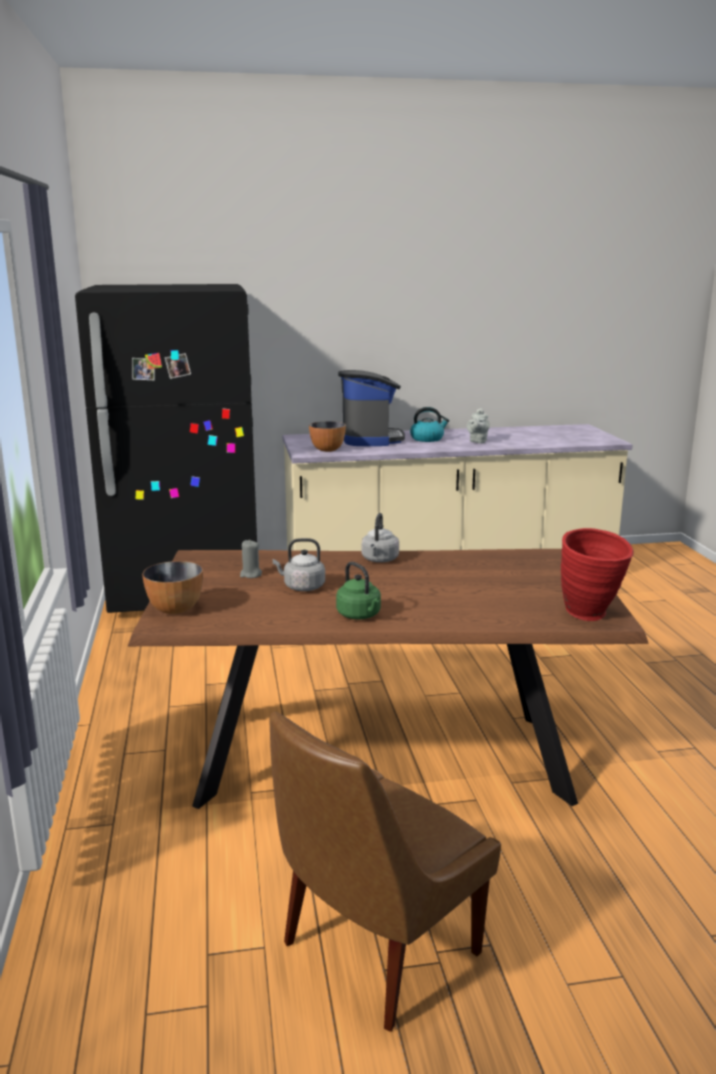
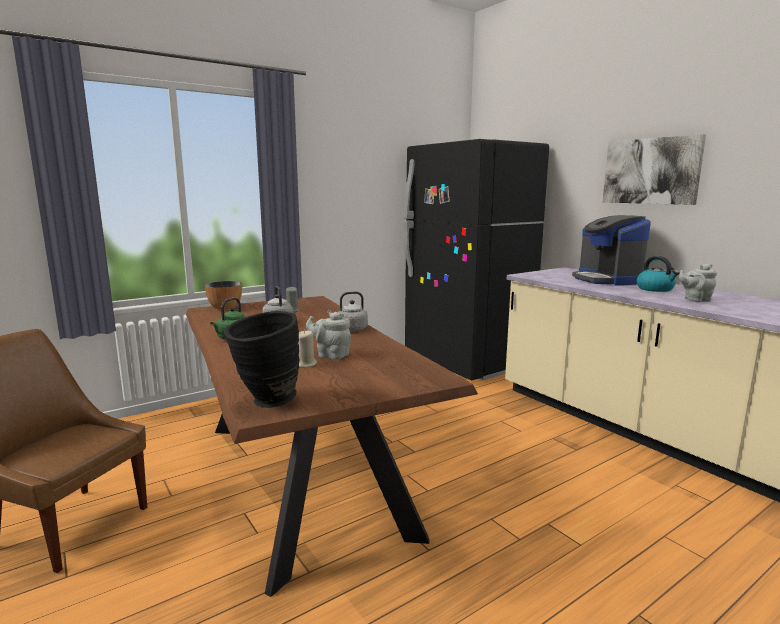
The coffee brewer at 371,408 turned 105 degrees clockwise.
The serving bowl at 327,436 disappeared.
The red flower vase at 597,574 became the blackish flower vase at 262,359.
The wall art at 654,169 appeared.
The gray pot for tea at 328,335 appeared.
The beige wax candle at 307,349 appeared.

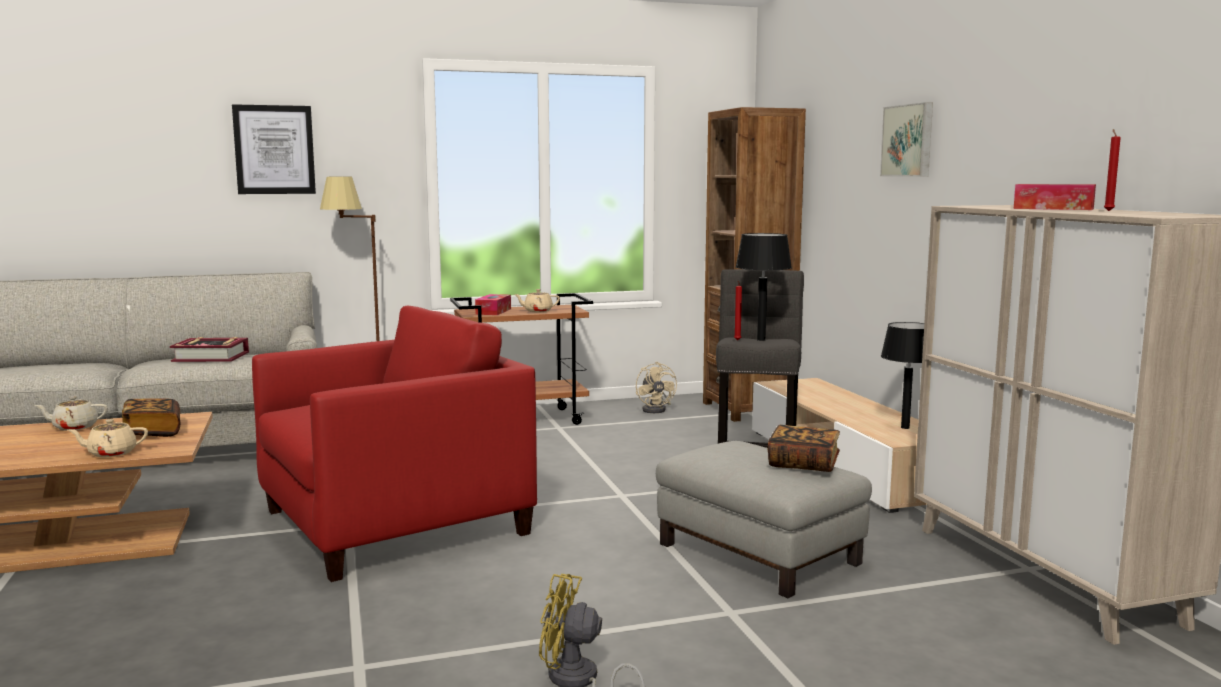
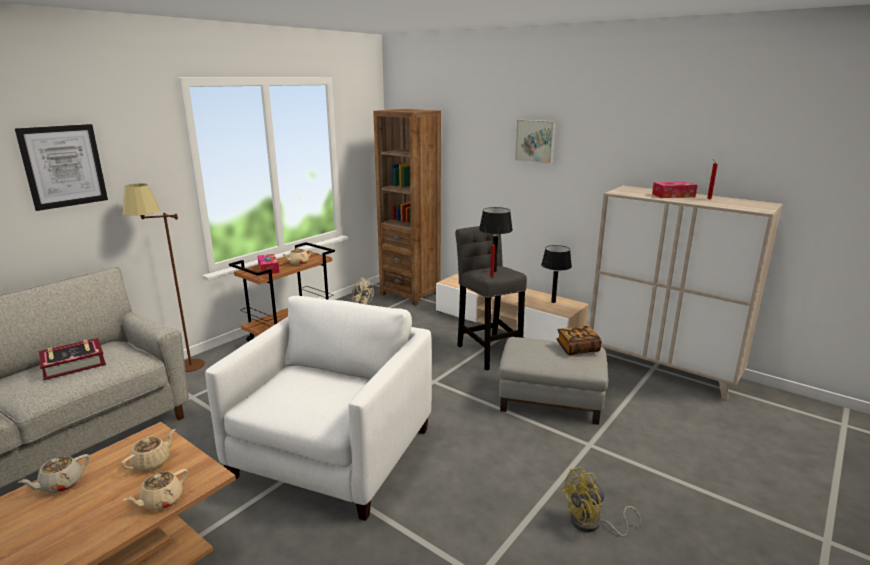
The red armchair at 394,444 became the white armchair at 318,408.
The book at 151,417 was replaced by the beige pot for tea at 148,450.

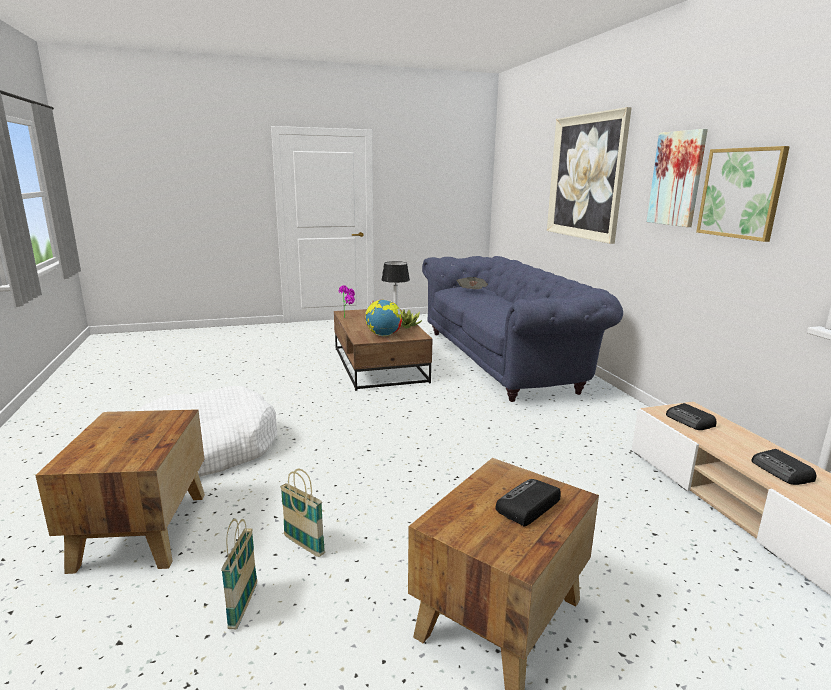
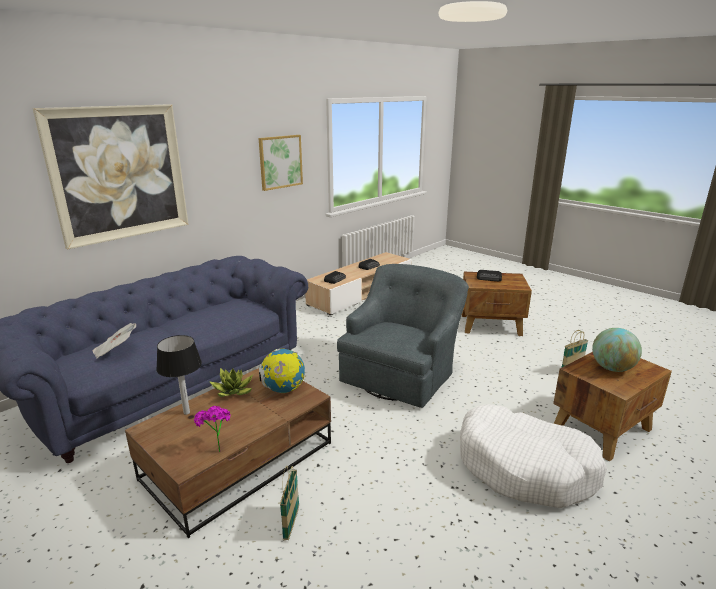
The wall art at 677,178 disappeared.
The storage basket moved from 302,513 to 289,503.
The gray armchair at 403,336 appeared.
The desk globe at 617,350 appeared.

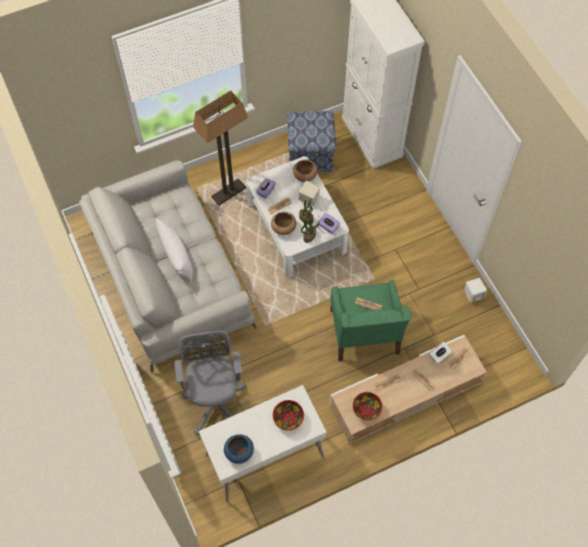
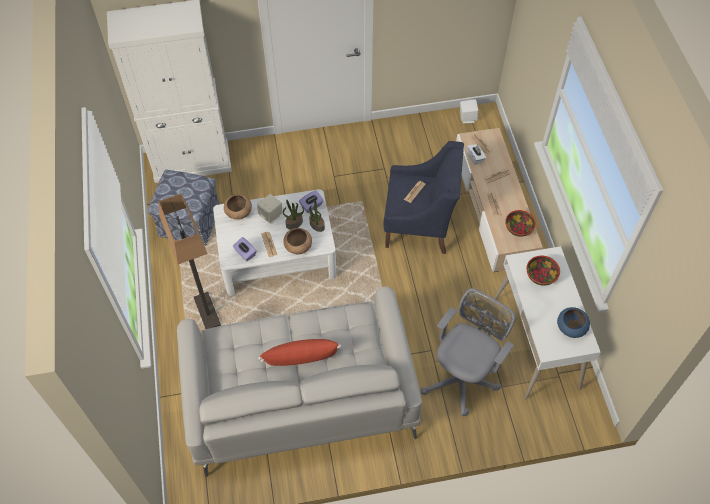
The white cushion at 174,250 became the red cushion at 300,352.
The white audio speaker moved from 475,290 to 469,111.
The greenish armchair at 370,320 became the bluish armchair at 423,197.
The gray desk chair at 210,383 turned 120 degrees clockwise.

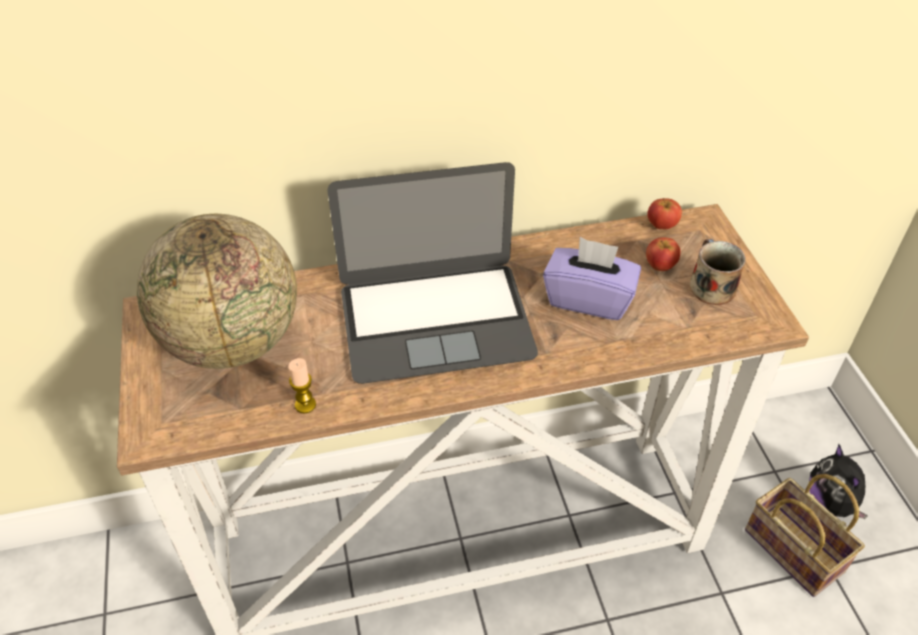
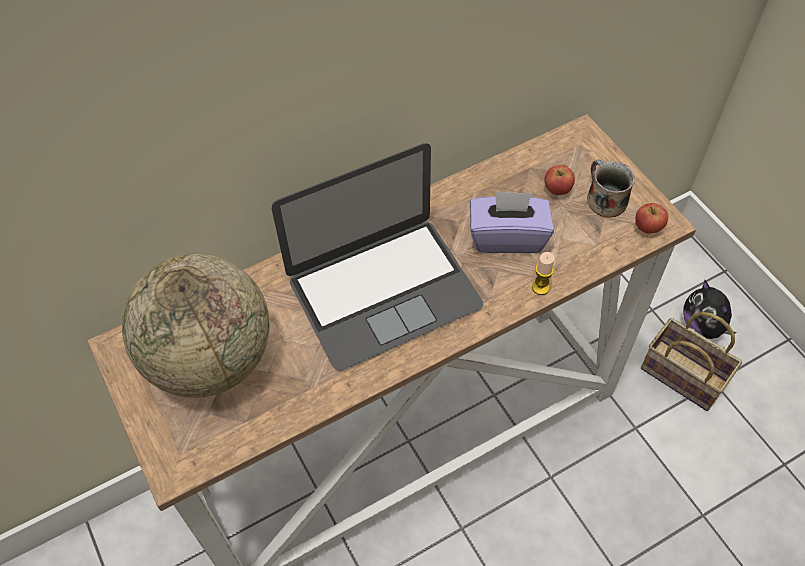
The whole apple moved from 664,213 to 651,218.
The wax candle moved from 302,386 to 543,273.

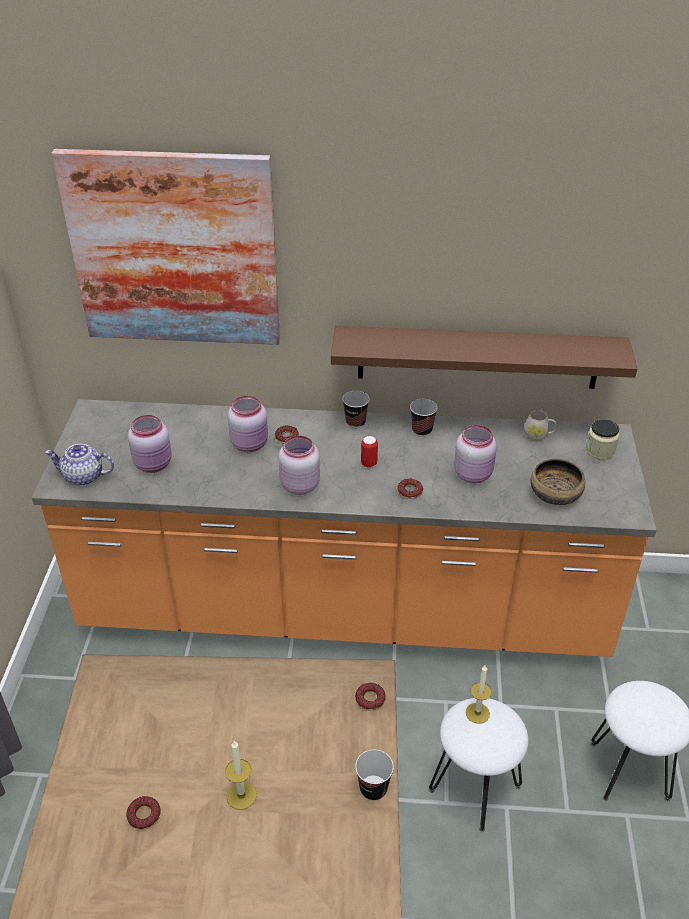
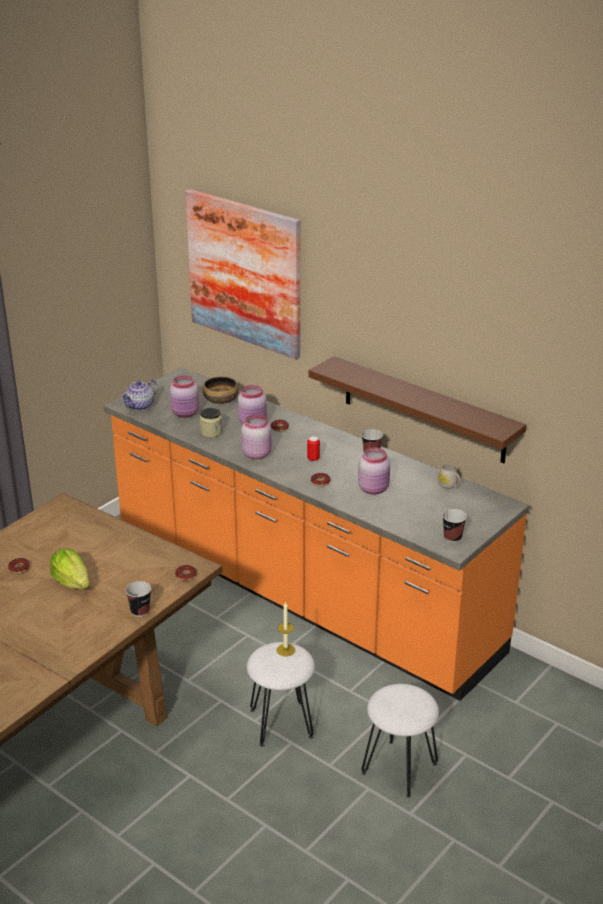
The small cup moved from 356,409 to 454,526.
The storage jar moved from 602,439 to 211,423.
The pot for tea at 79,465 turned 90 degrees counterclockwise.
The serving bowl moved from 557,482 to 221,390.
The wax candle at 241,775 was replaced by the lettuce head at 69,568.

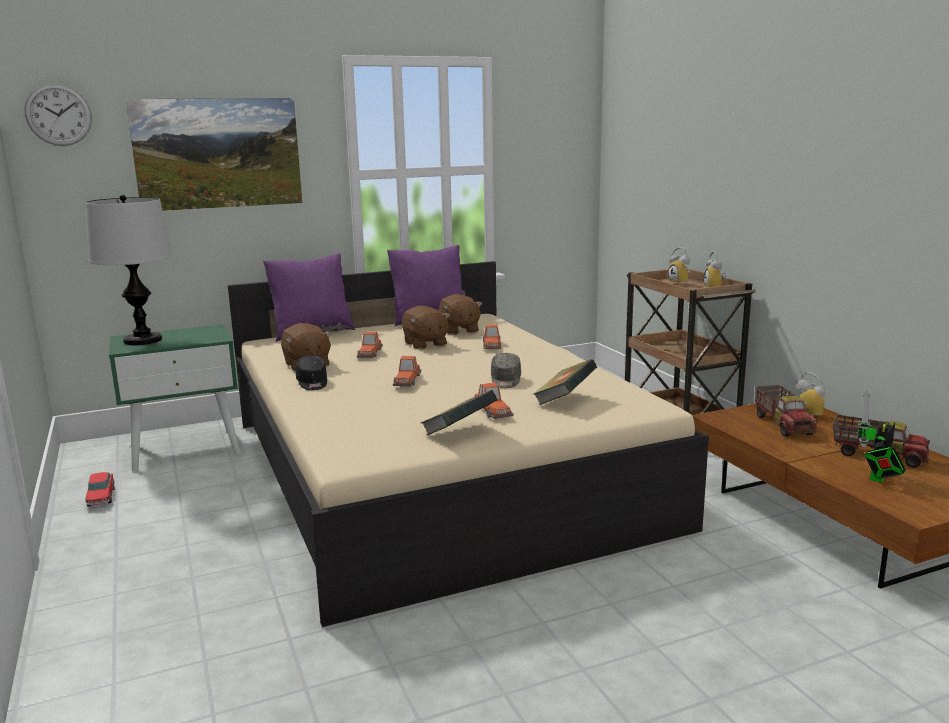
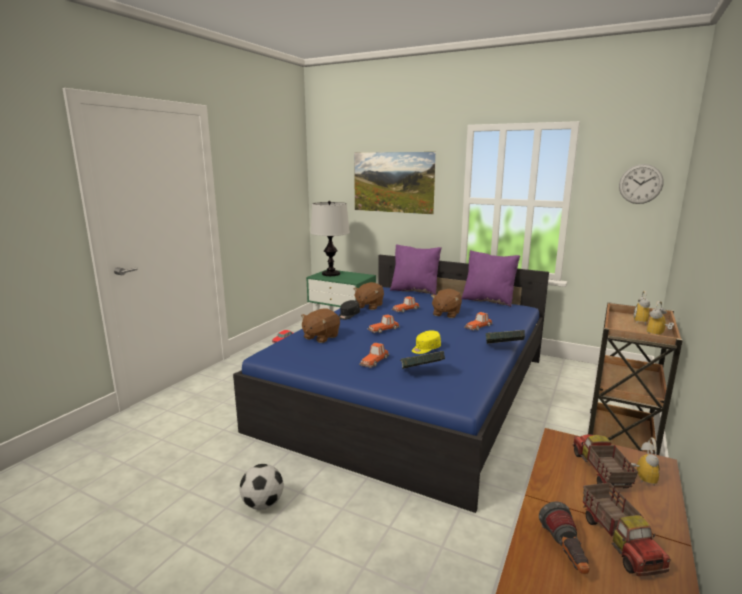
The hanging clock moved from 58,114 to 641,184.
The beige sleeping bed at 468,444 became the bluish sleeping bed at 391,384.
The brown-coloured soft toy moved from 461,314 to 320,325.
The gray peaked cap at 506,370 became the yellowish peaked cap at 426,342.
The model truck at 786,411 turned 135 degrees clockwise.
The book moved from 459,412 to 505,337.
The toy robot at 881,437 was replaced by the hand torch at 564,537.
The football at 261,487 appeared.

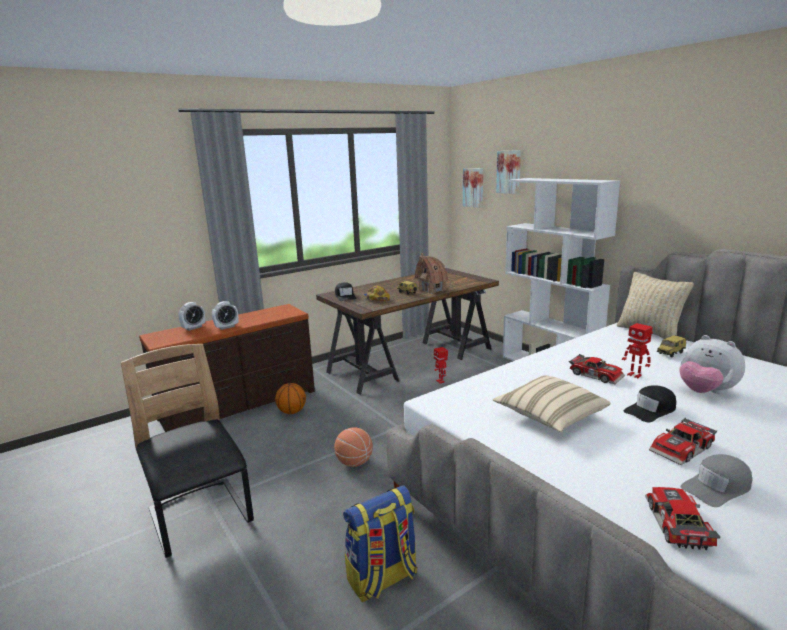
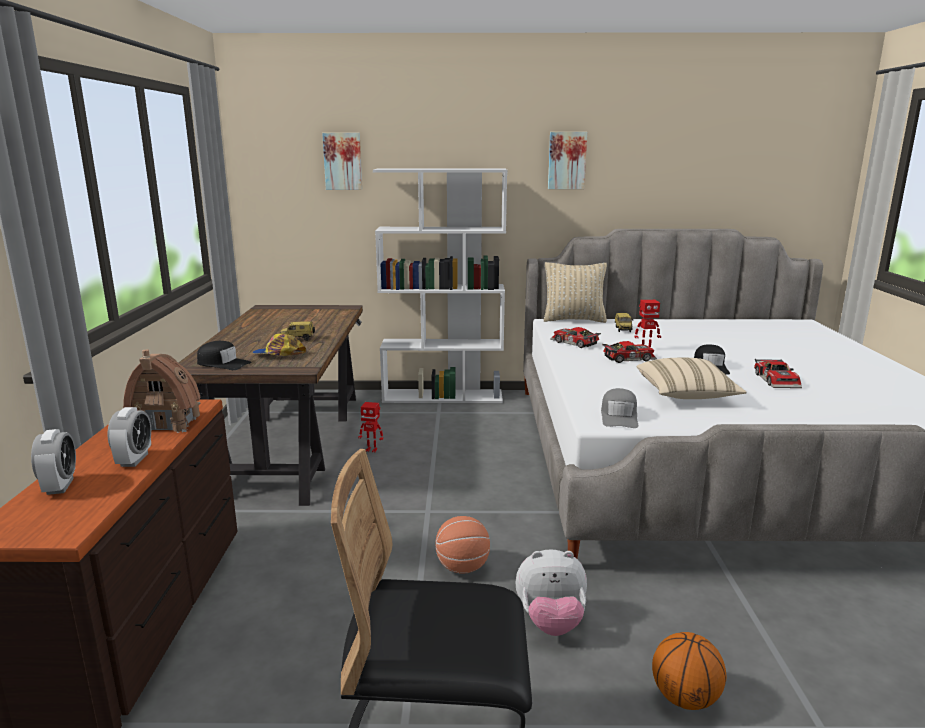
The wall art moved from 473,188 to 567,160.
The model house moved from 431,273 to 162,391.
The soft toy moved from 712,364 to 551,592.
The basketball ball moved from 290,398 to 689,671.
The gray peaked cap moved from 716,480 to 619,408.
The knapsack at 380,543 disappeared.
The model car moved from 682,518 to 575,337.

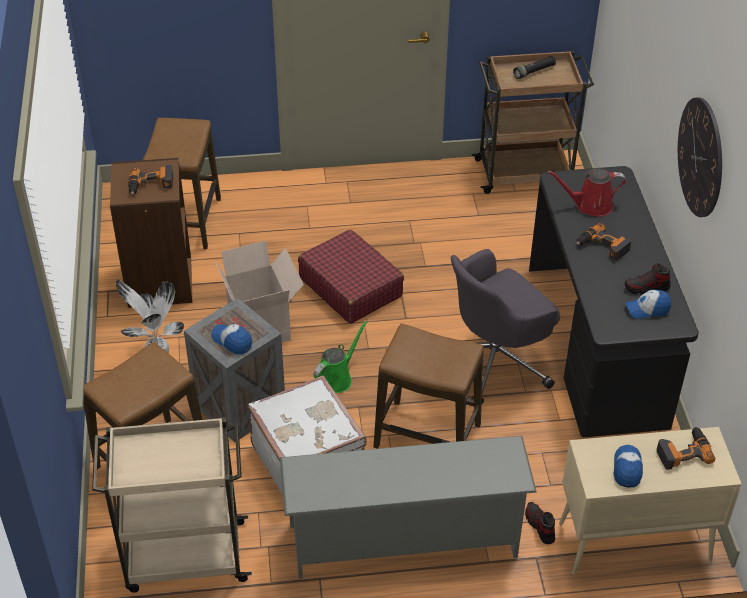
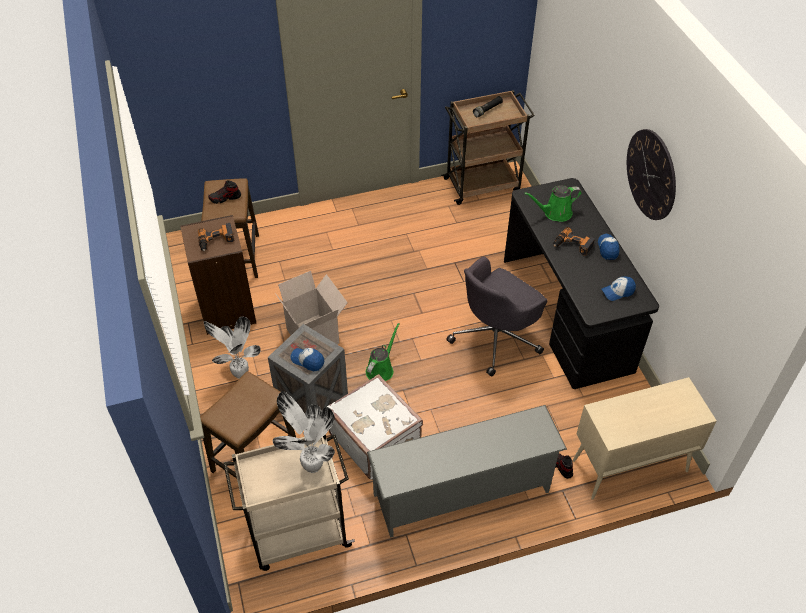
The red sprinkling can at 586,193 became the greenish sprinkling can at 553,203.
The red piece of luggage at 351,276 disappeared.
The low shoe moved from 648,278 to 224,192.
The stool at 429,386 disappeared.
The power drill at 685,448 disappeared.
The peaked cap moved from 628,466 to 609,247.
The potted plant at 304,432 appeared.

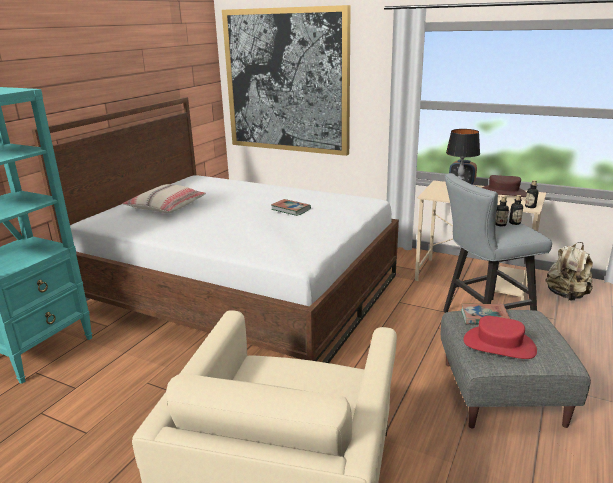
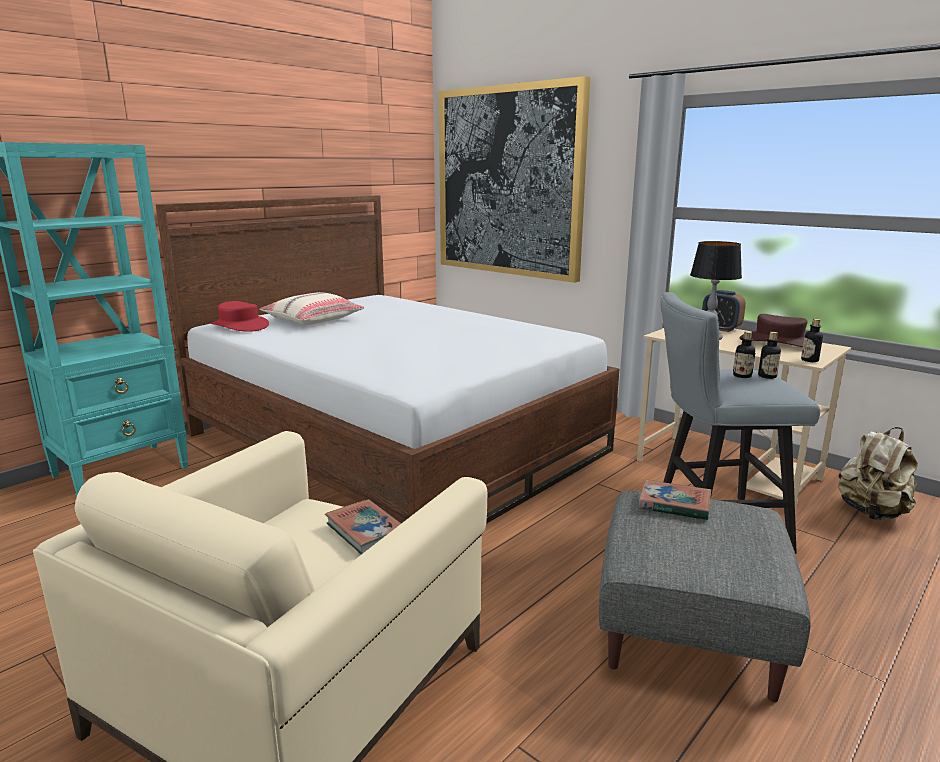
The book moved from 291,207 to 363,526.
The red clothing hat moved from 500,337 to 240,316.

